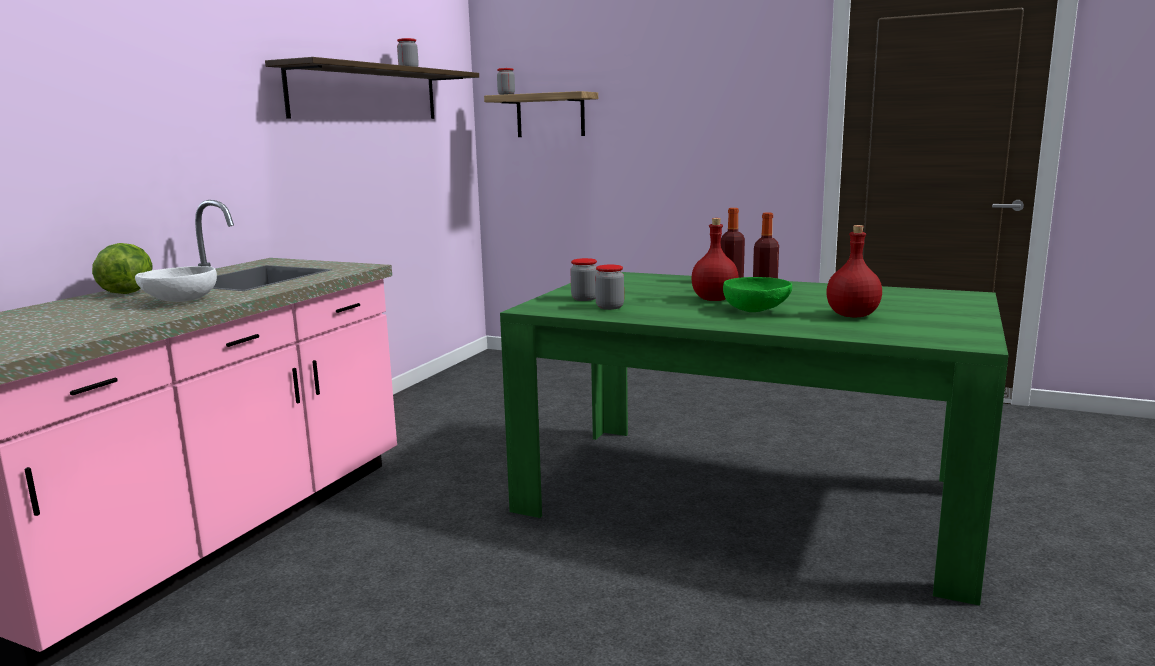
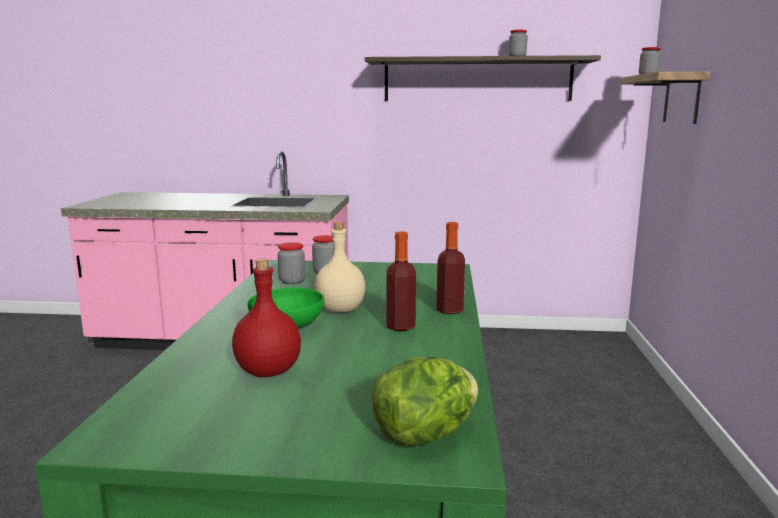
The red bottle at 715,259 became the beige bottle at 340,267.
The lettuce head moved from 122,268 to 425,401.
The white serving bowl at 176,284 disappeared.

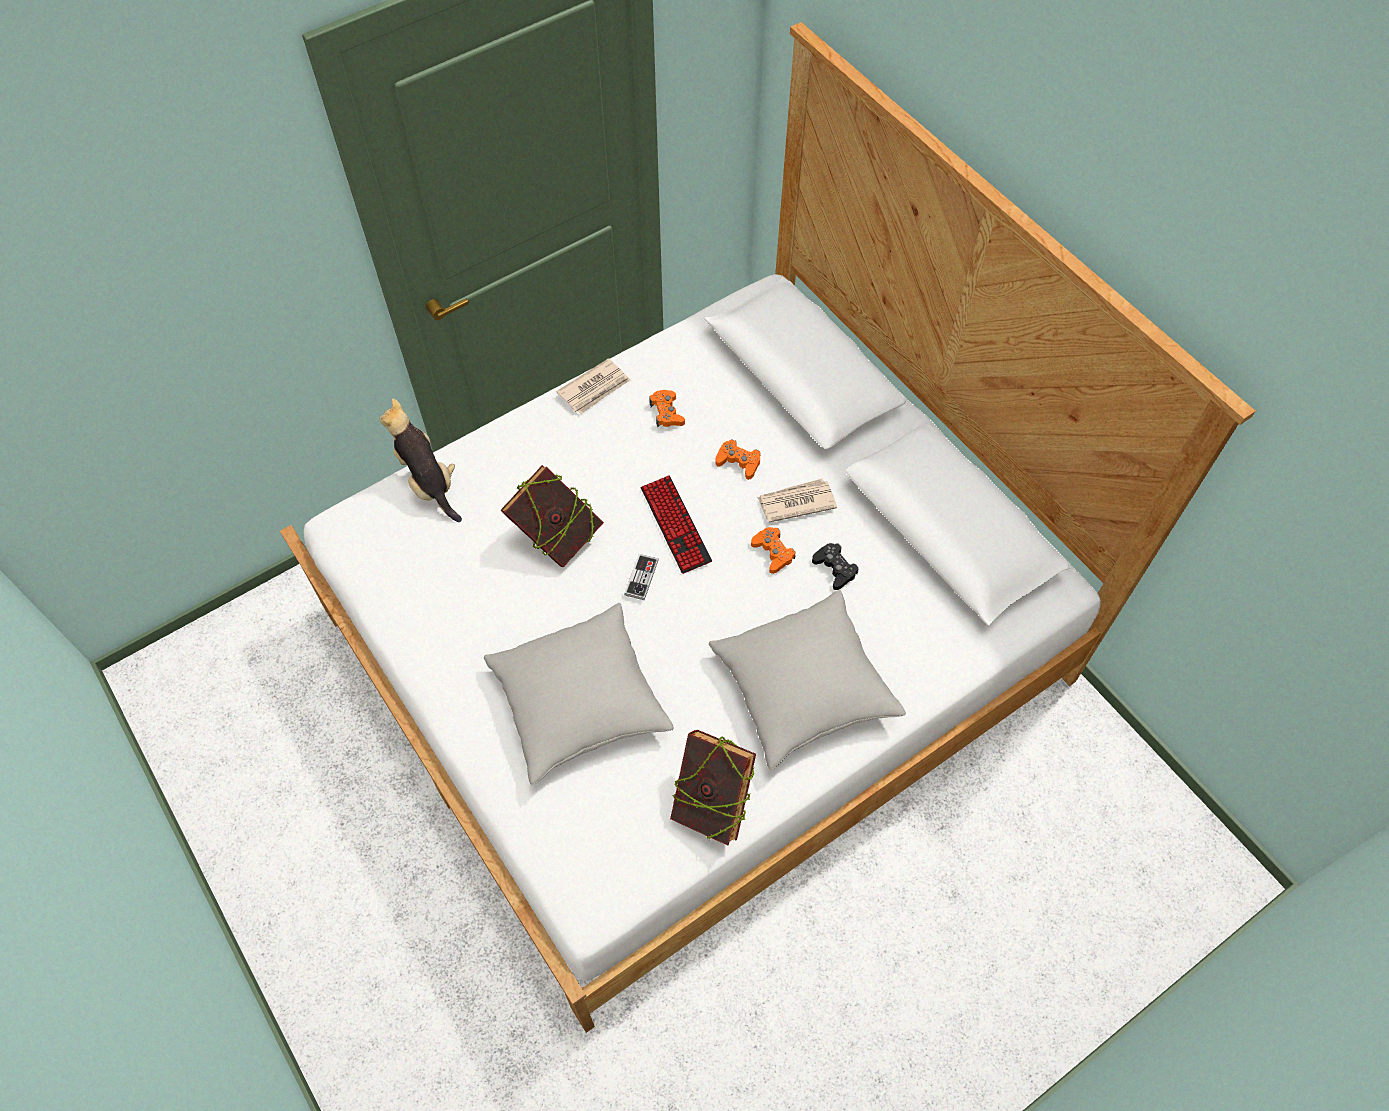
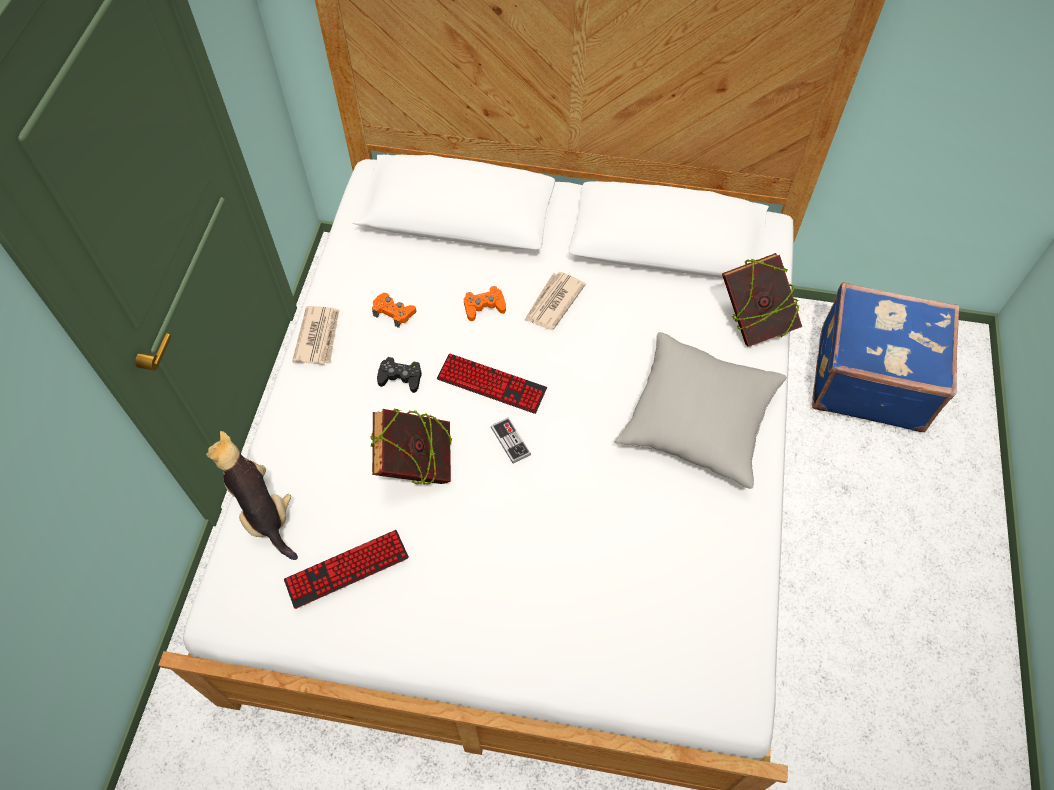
The soft toy at 421,460 turned 45 degrees clockwise.
The orangey joypad at 773,550 disappeared.
The blackish joypad moved from 835,566 to 399,375.
The gray cushion at 579,694 disappeared.
The book moved from 713,787 to 762,300.
The bluish piece of luggage at 885,357 appeared.
The computer keyboard at 346,569 appeared.

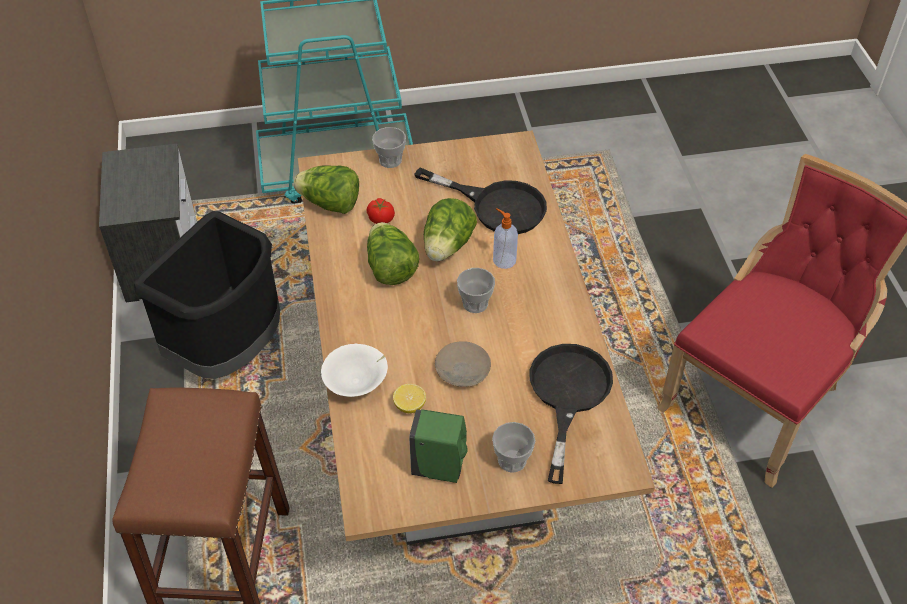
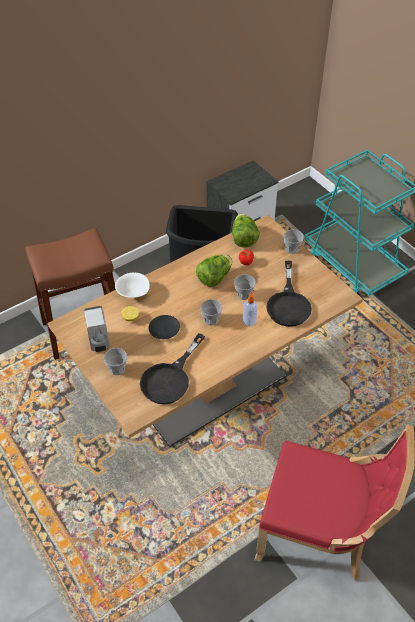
The lettuce head at 450,229 was replaced by the small cup at 245,287.
The beige flat dish at 463,364 became the blackish flat dish at 164,327.
The blackish skillet at 571,414 turned 135 degrees clockwise.
The greenish soap bottle at 438,446 became the white soap bottle at 97,329.

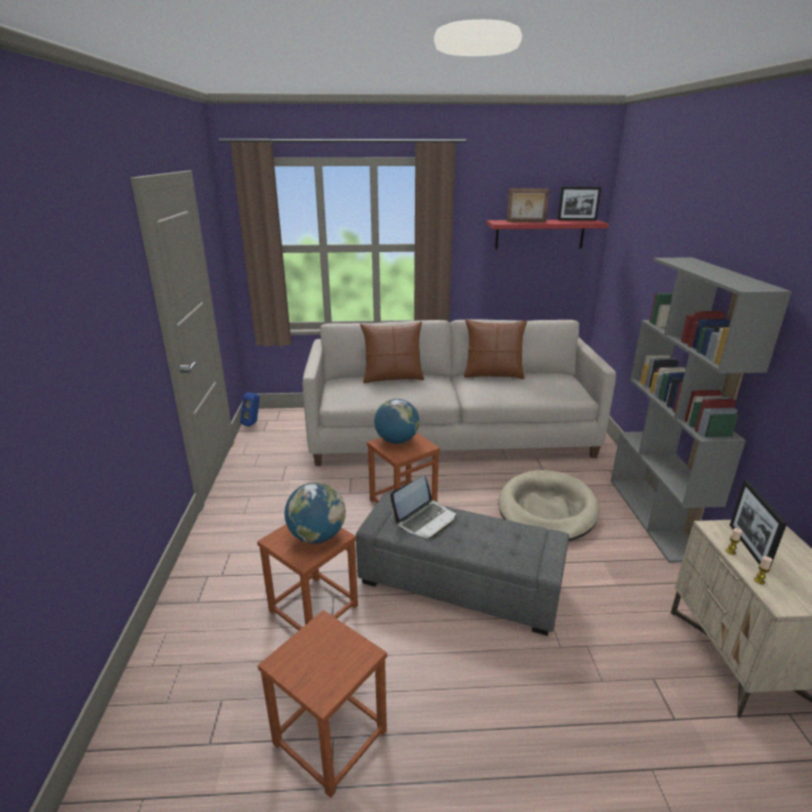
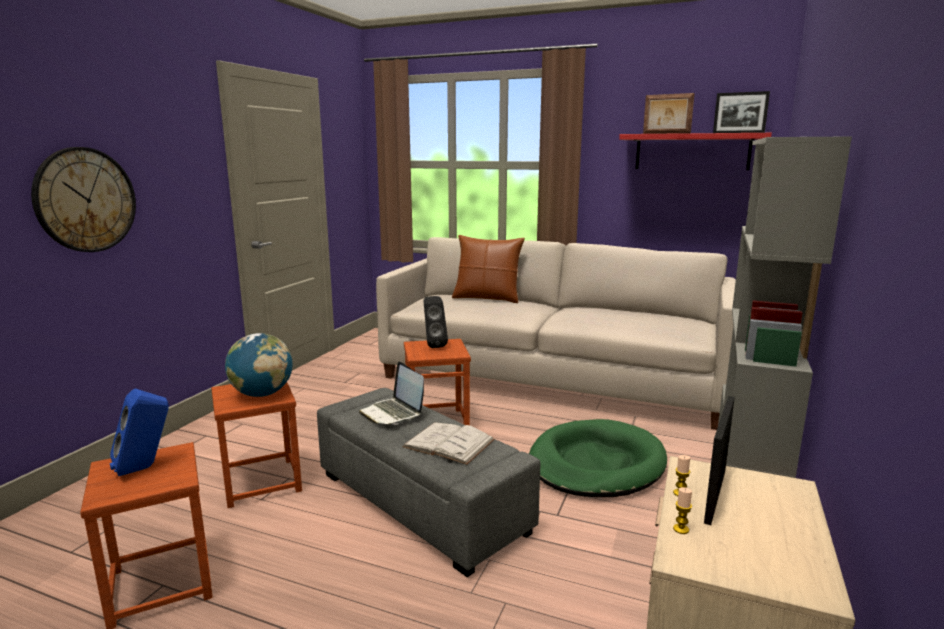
The brown-coloured cushion at 495,349 disappeared.
The bluish audio speaker moved from 250,409 to 139,432.
The desk globe at 396,421 was replaced by the blackish audio speaker at 436,322.
The beige dog bed at 549,505 became the greenish dog bed at 598,458.
The portable computer at 423,507 turned 75 degrees clockwise.
The hanging clock at 83,199 appeared.
The white book at 448,443 appeared.

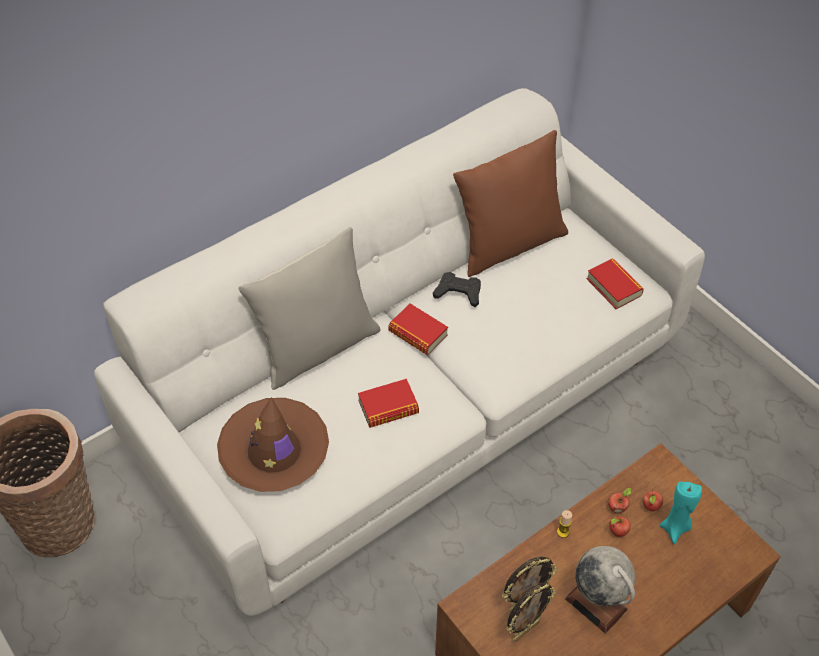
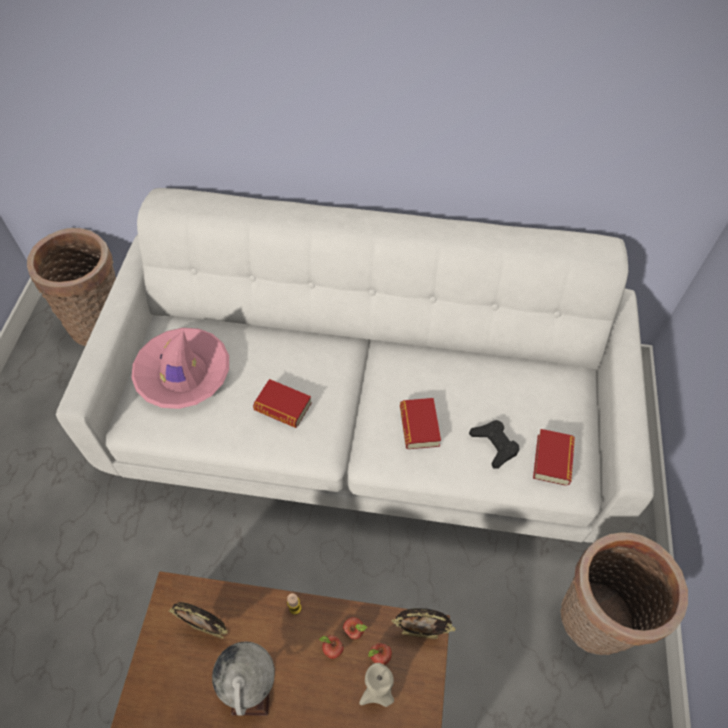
The brown-coloured cushion at 510,203 disappeared.
The gray cushion at 309,308 disappeared.
The blackish joypad moved from 457,289 to 494,444.
The book moved from 418,329 to 420,423.
The brown-coloured clothing hat at 273,444 became the pink-coloured clothing hat at 180,368.
The turquoise-coloured wax candle at 681,512 became the beige wax candle at 377,685.
The standing frame moved from 531,612 to 424,623.
The storage basket at 624,593 appeared.

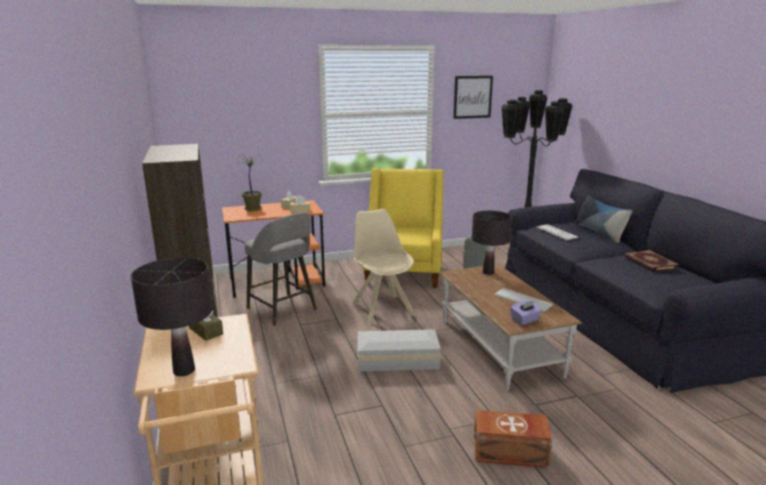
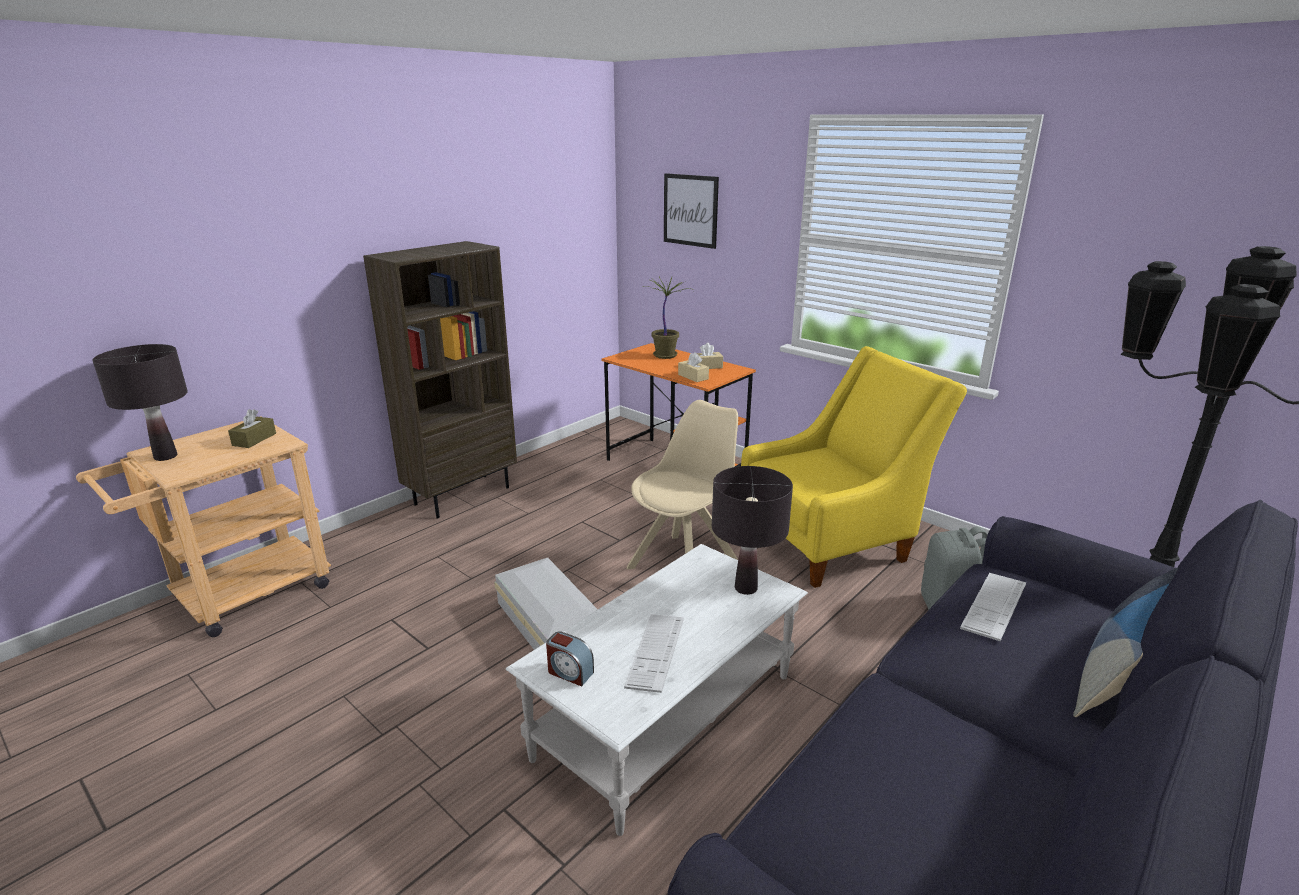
The wall art moved from 473,97 to 691,211.
The gray stool at 281,269 disappeared.
The book at 651,261 disappeared.
The brown-coloured coffee table at 510,327 became the white coffee table at 657,690.
The purple tissue box at 526,313 was replaced by the table clock at 570,658.
The brown-coloured storage container at 513,439 disappeared.

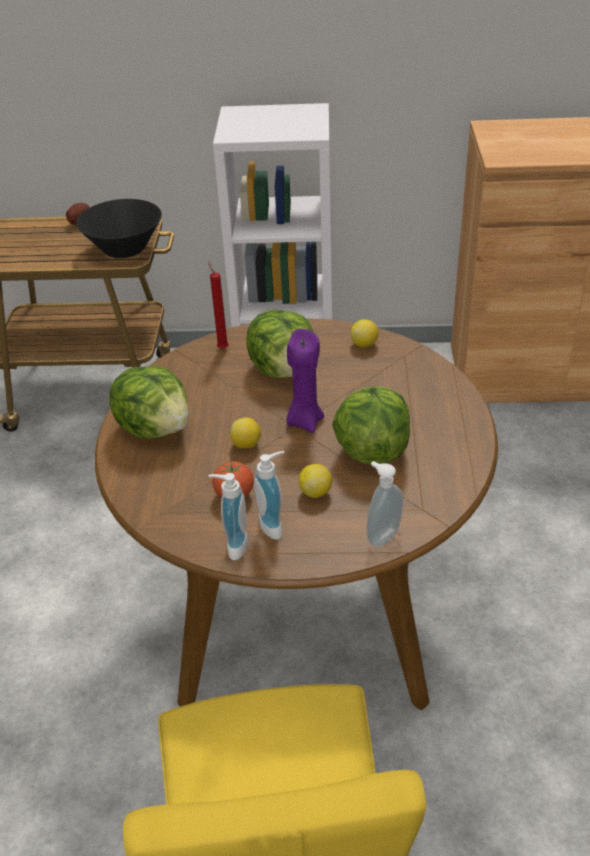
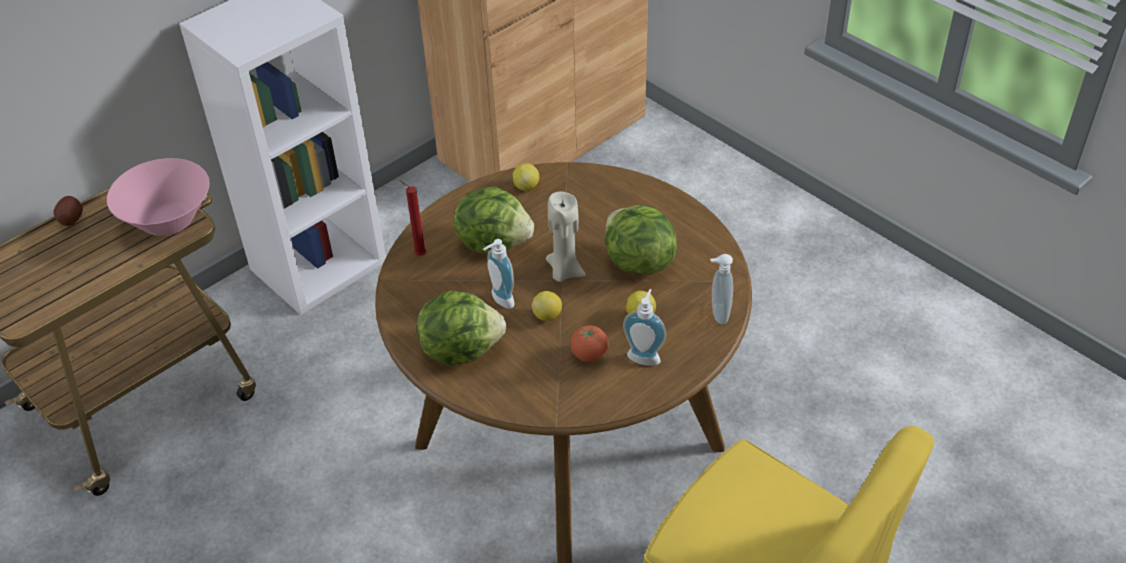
The blackish serving bowl at 119,228 became the pink-coloured serving bowl at 158,197.
The purple wax candle at 305,381 became the beige wax candle at 566,237.
The soap bottle moved from 228,516 to 499,274.

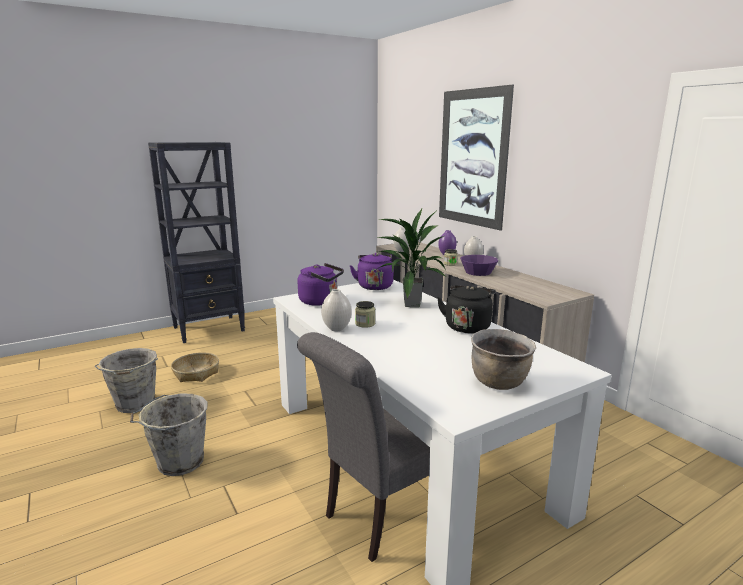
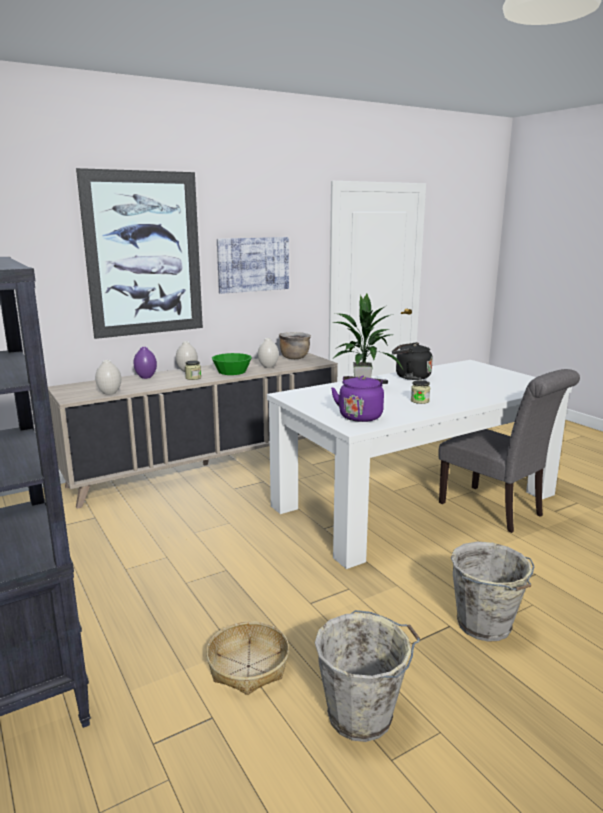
The purple kettle at 371,271 disappeared.
The purple serving bowl at 479,265 became the greenish serving bowl at 232,364.
The white flower vase moved from 336,310 to 268,353.
The brown-coloured saucepot moved from 503,359 to 295,345.
The wall art at 253,265 appeared.

